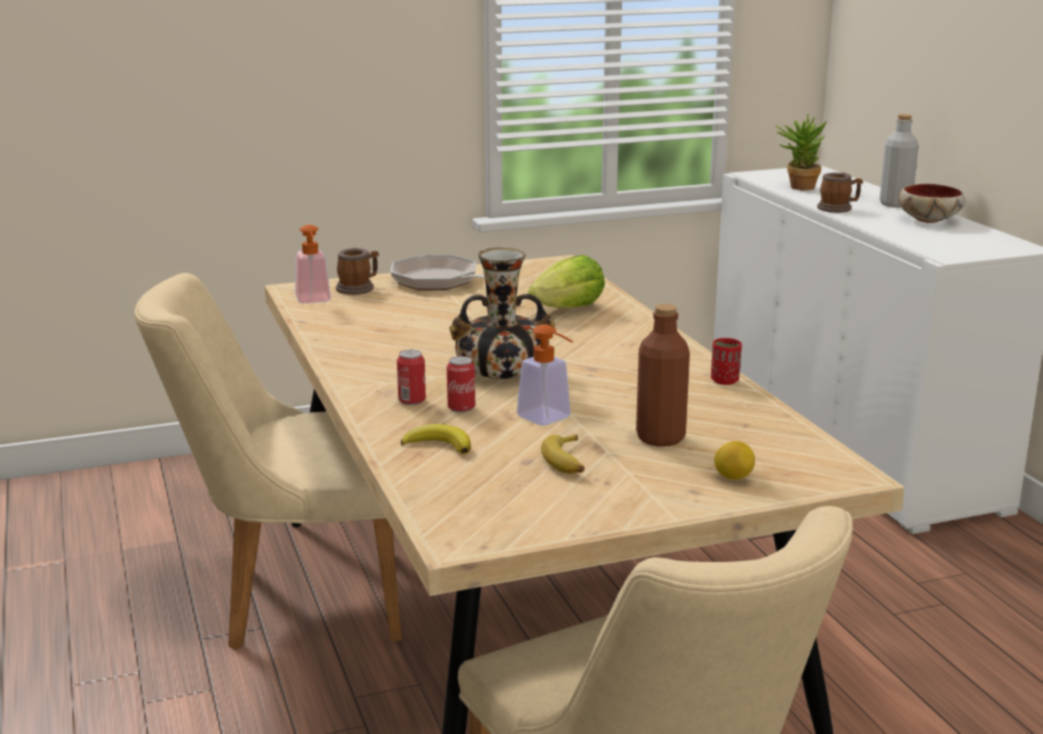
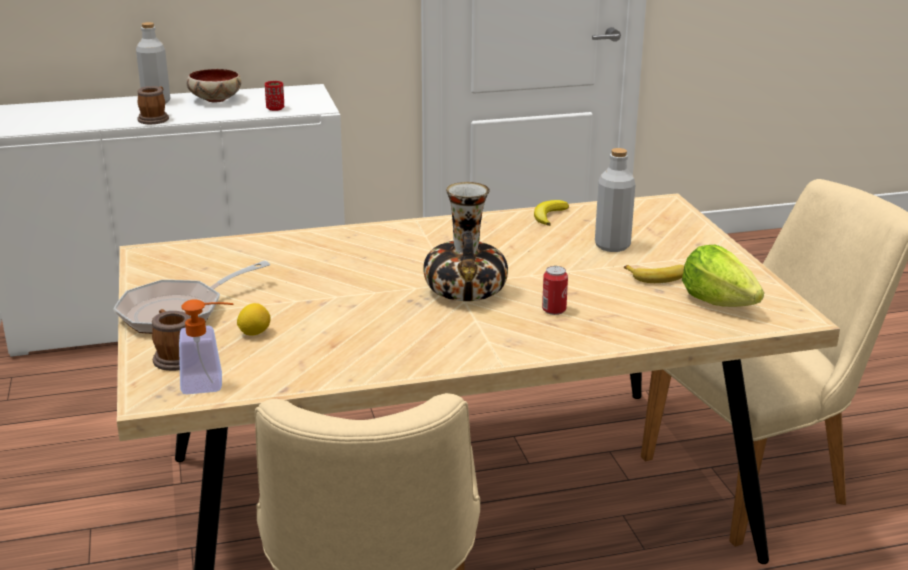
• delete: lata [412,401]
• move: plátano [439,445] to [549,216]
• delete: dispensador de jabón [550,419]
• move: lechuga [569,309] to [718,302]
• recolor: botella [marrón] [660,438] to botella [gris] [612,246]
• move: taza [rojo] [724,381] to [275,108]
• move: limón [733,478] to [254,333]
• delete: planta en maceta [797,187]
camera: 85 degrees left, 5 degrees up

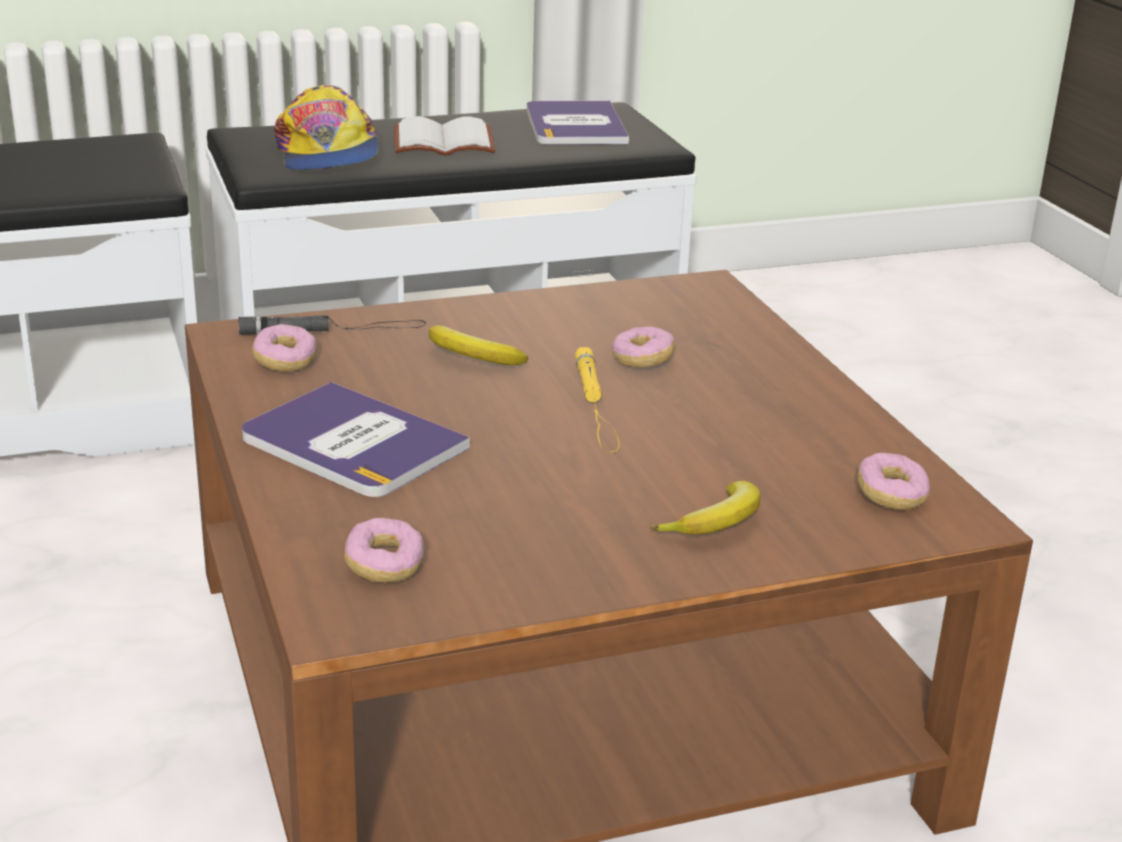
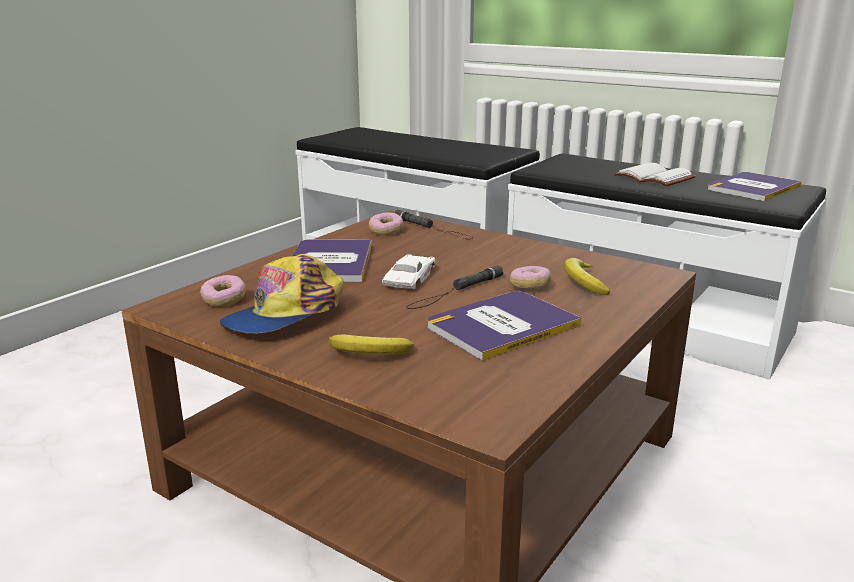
• move: gorra [327,153] to [286,315]
• move: plátano [471,357] to [583,282]
• recolor: linterna [amarillo] [596,405] to linterna [negro] [455,292]
• delete: rosquilla [891,496]
• insert: coche de juguete [blanco] [409,278]
• insert: libro [502,325]
camera: 55 degrees right, 5 degrees down

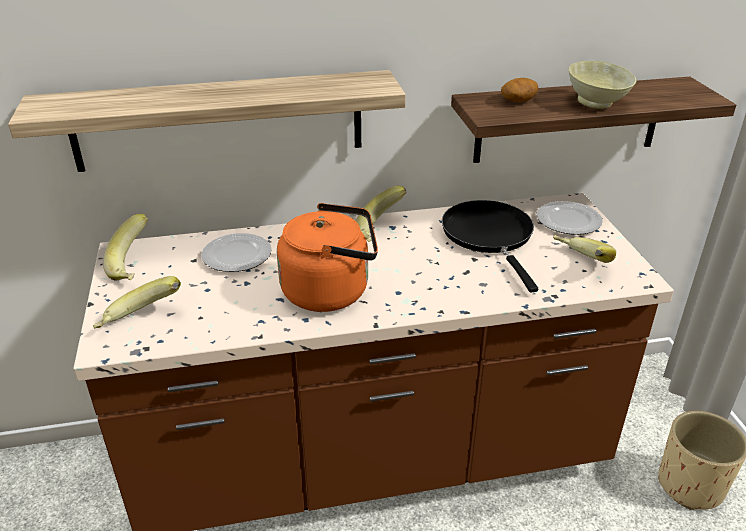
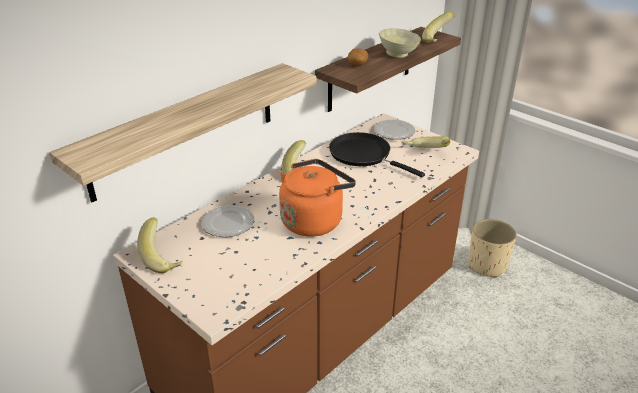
• move: plátano [141,322] to [438,40]
camera: 35 degrees left, 0 degrees up

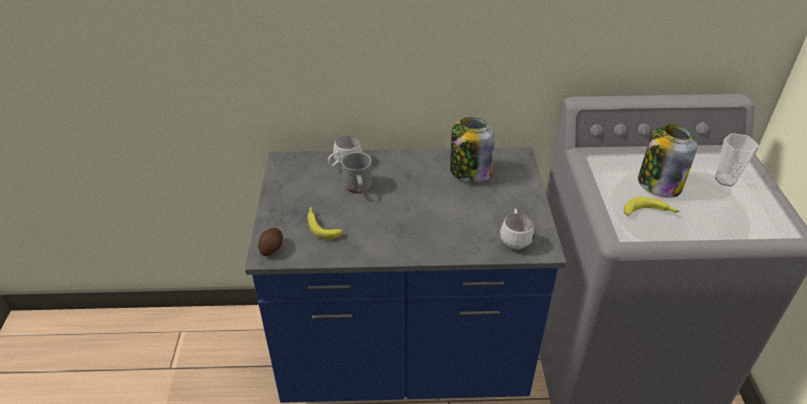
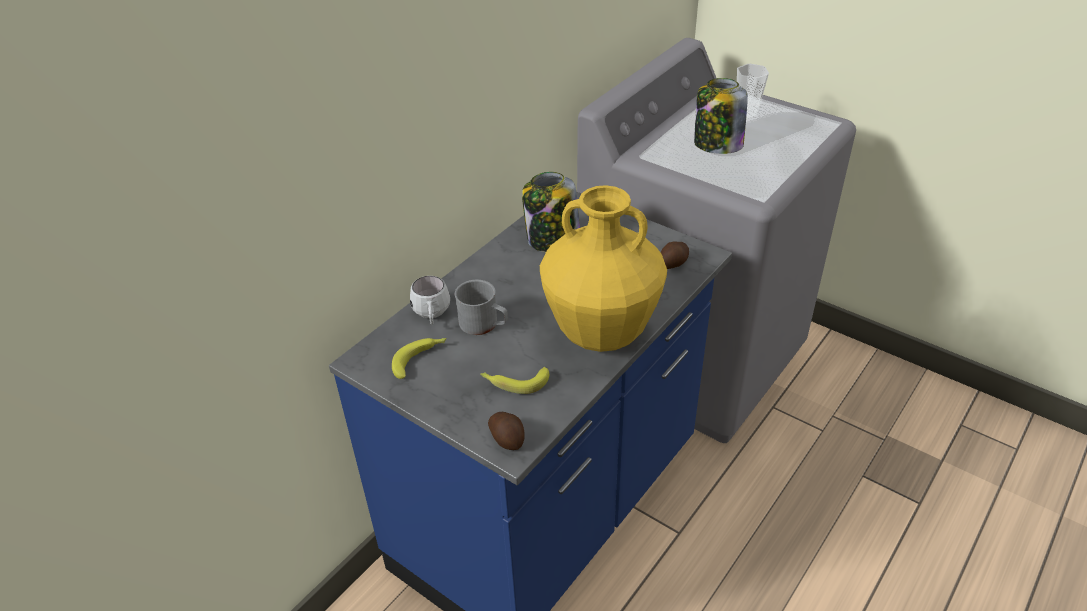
• replace: taza grande [blanco] [514,238] to patata [674,263]
• move: plátano [650,213] to [420,359]
• insert: florero [amarillo] [600,334]
camera: 50 degrees left, 0 degrees up

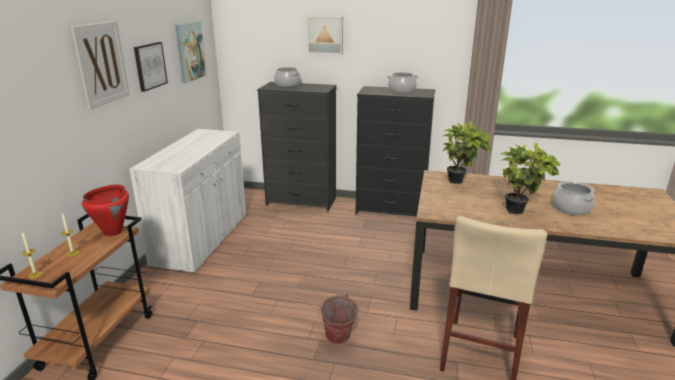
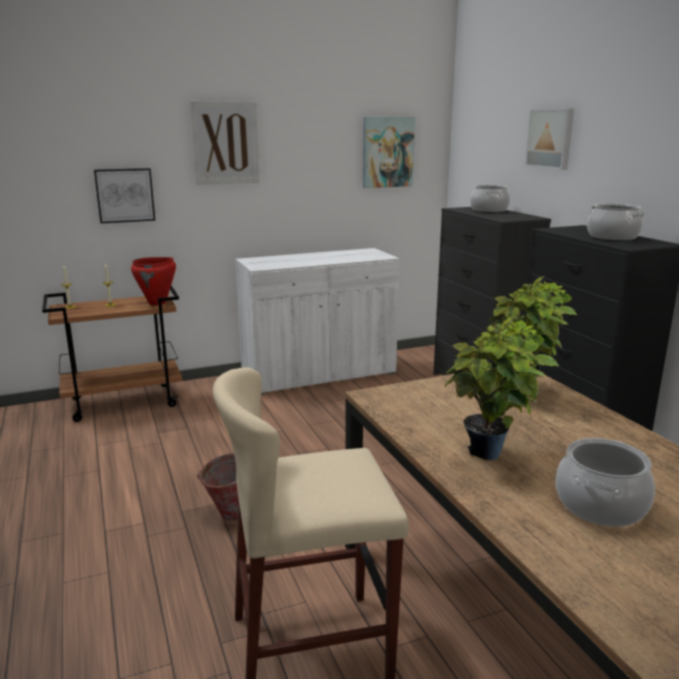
• move: cuadro [150,66] to [125,195]
camera: 55 degrees right, 5 degrees down

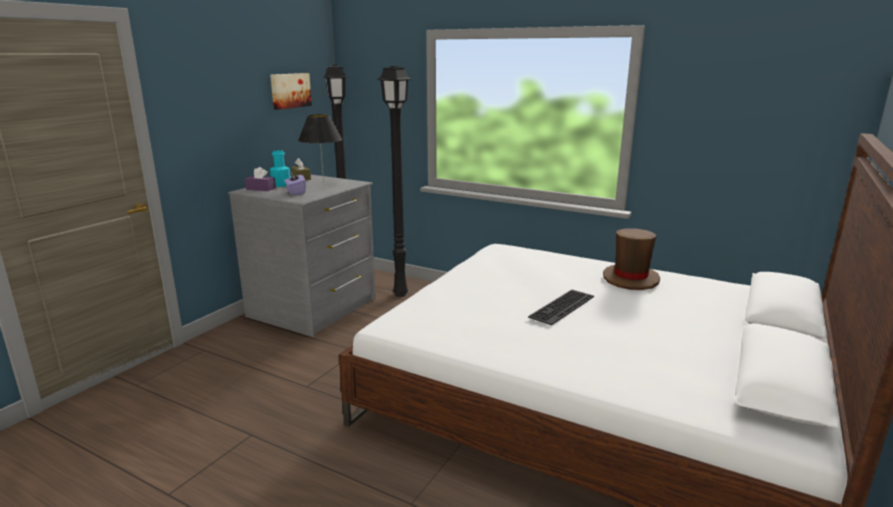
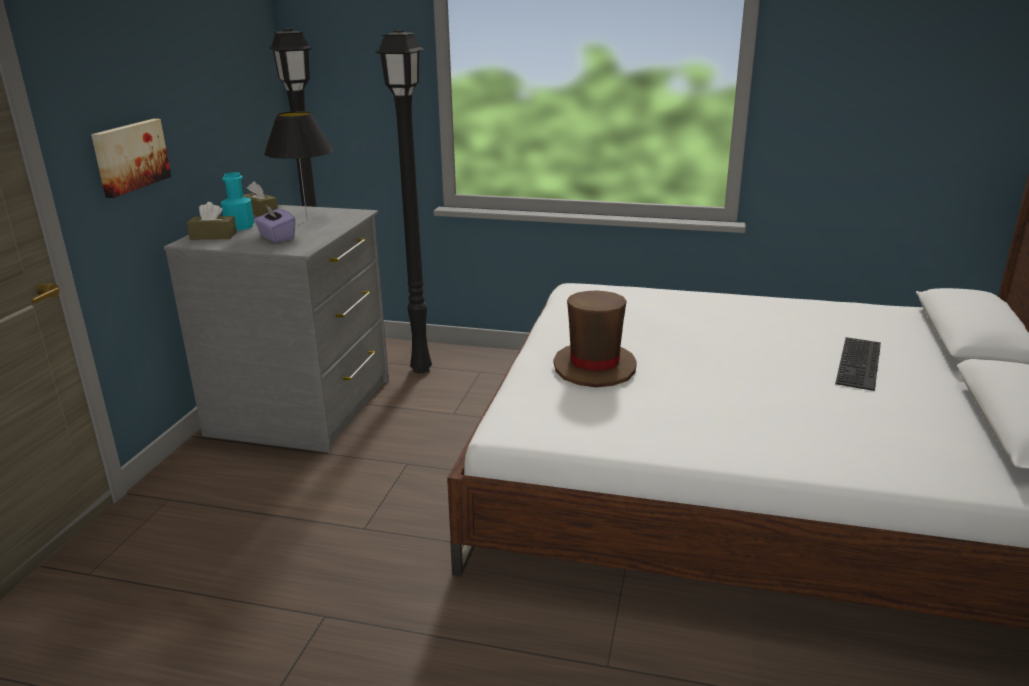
• recolor: caja de pañuelos [morado] [261,188] to caja de pañuelos [marrón] [213,236]
• move: cuadro [290,90] to [130,156]
• move: teclado [563,307] to [861,363]
• move: sombrero [marrón] [631,279] to [595,367]
camera: 15 degrees left, 5 degrees up

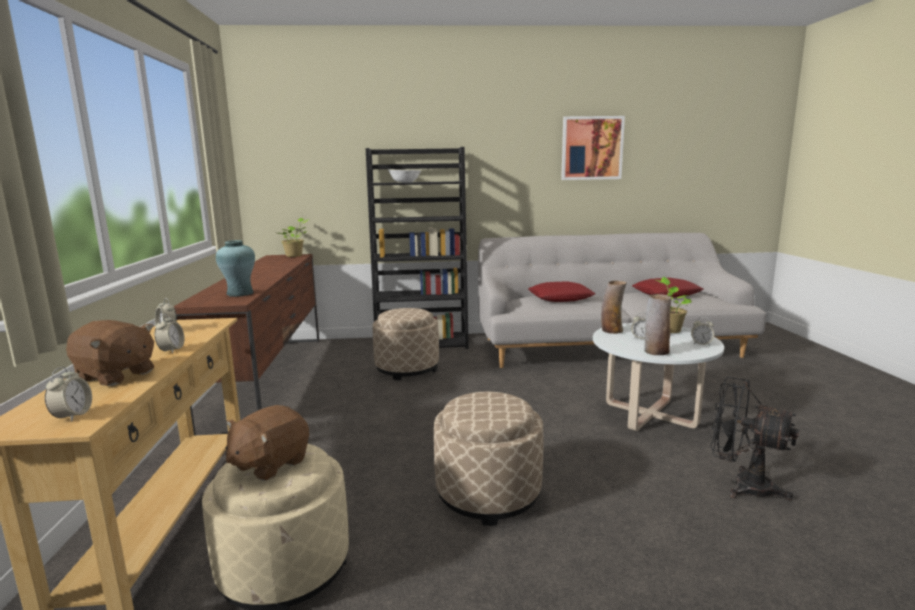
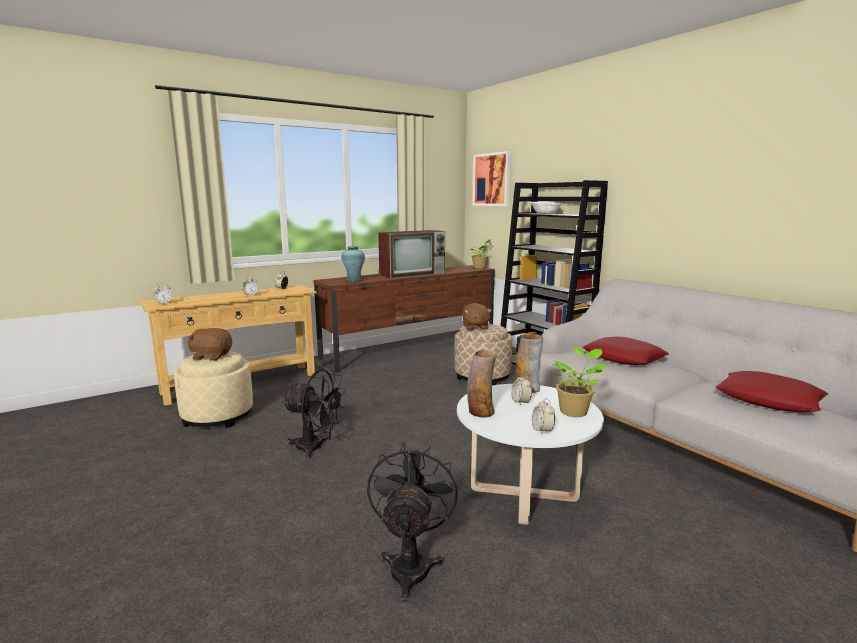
• move: peluche [marrón] [116,376] to [475,327]
• replace: puf [beis] [488,494] to ventilador [negro] [316,447]
• move: cuadro [591,148] to [492,179]
• insert: televisor [413,274]
camera: 60 degrees right, 0 degrees up

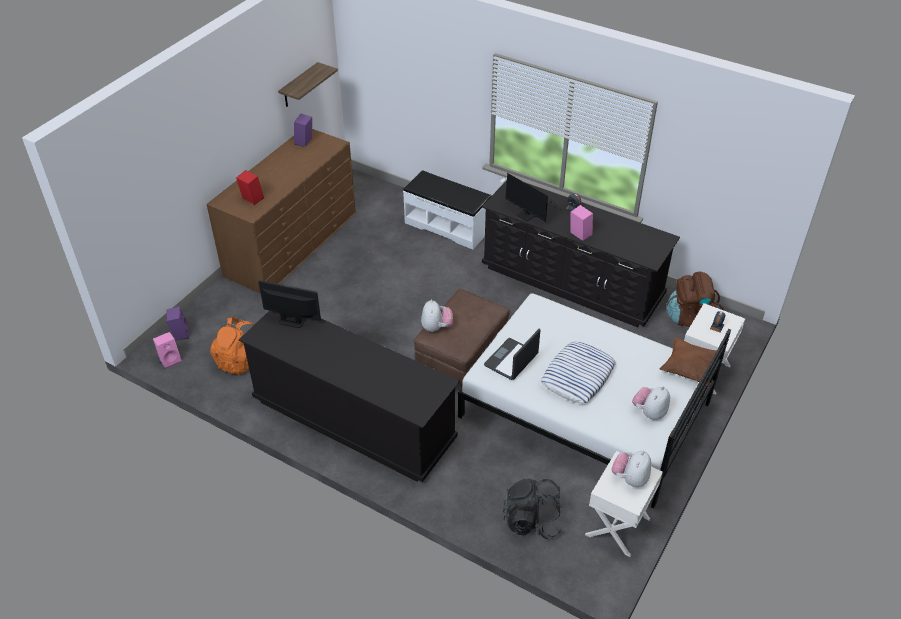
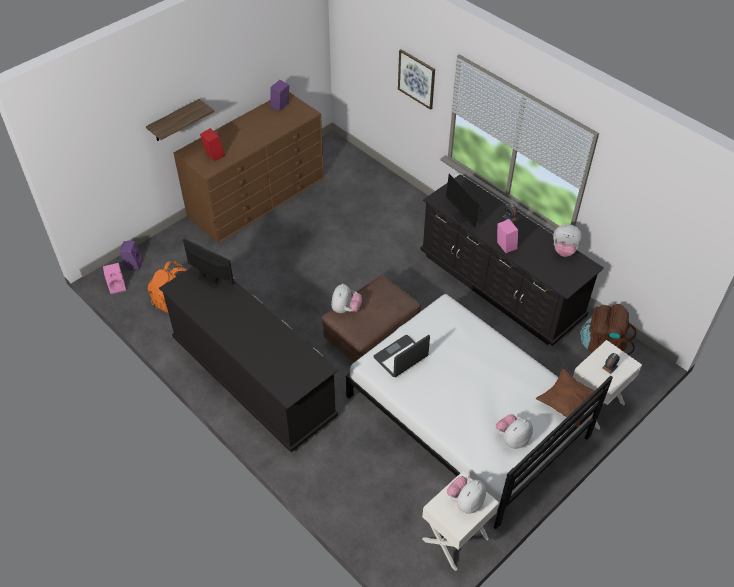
• move: estante [299,86] to [174,121]
• delete: banco [blanco] [447,226]
• delete: mochila [negro] [532,521]
• delete: cojín [577,376]
• insert: cuadro [416,79]
• insert: peluche [564,250]
camera: 15 degrees right, 5 degrees up

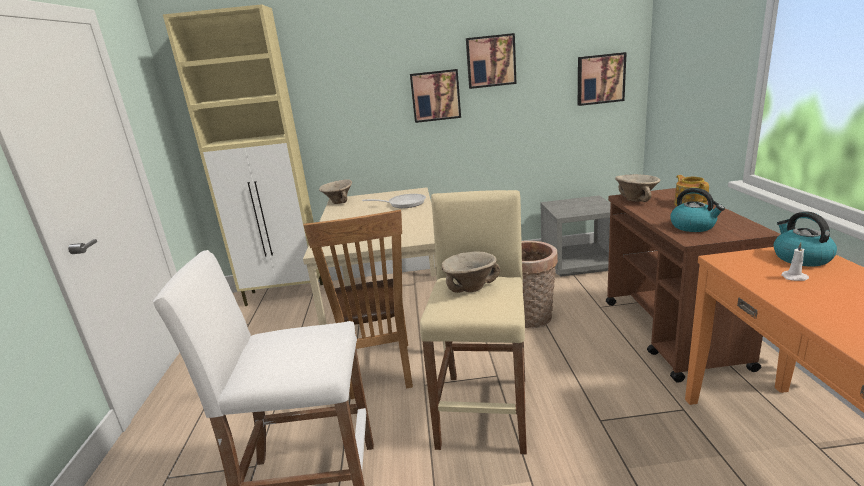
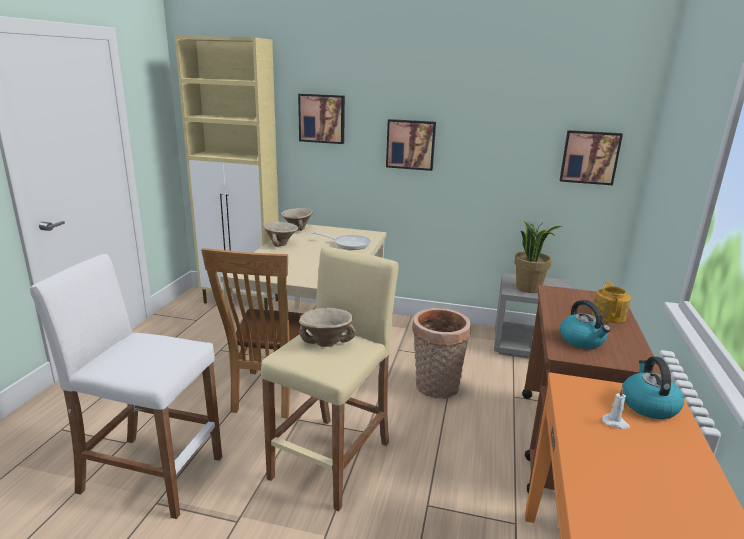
• move: cuadro [490,61] to [322,118]
• move: cuenco [beis] [636,199] to [281,244]
• insert: planta en maceta [529,288]
camera: 15 degrees right, 0 degrees up

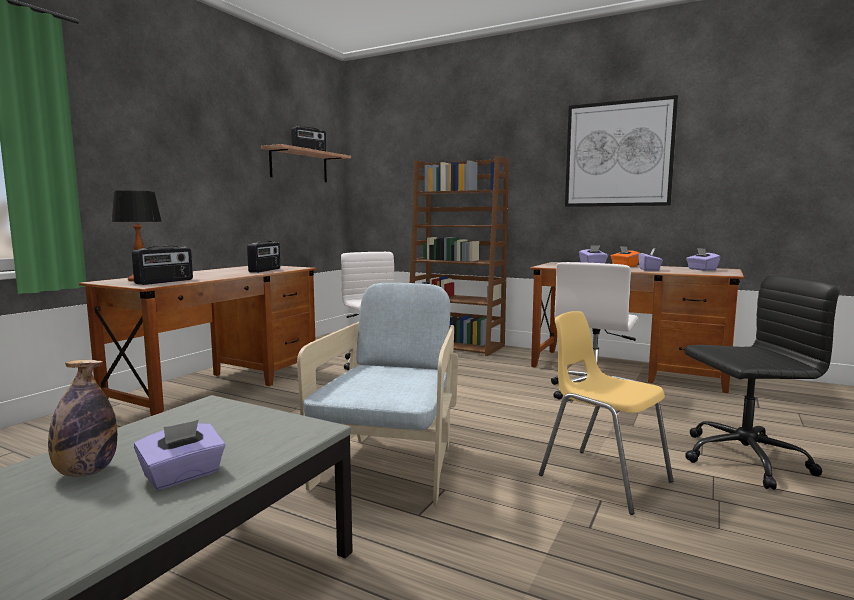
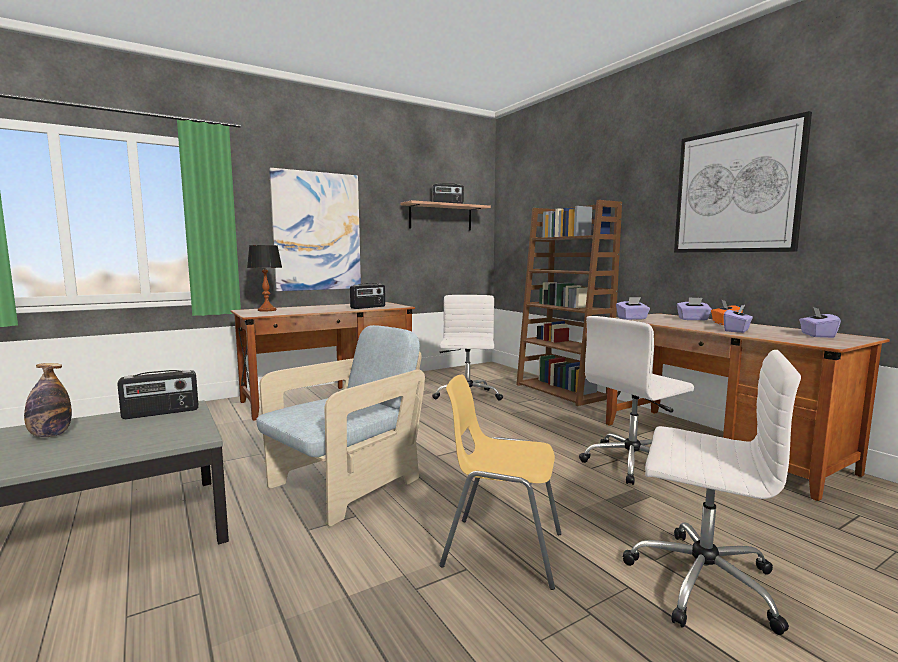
• move: radio [165,282] to [161,413]
• move: caja de pañuelos [morado] [183,475] to [632,318]
• rotate: silla [amarillo] [603,478] = [501,550] 60 degrees counterclockwise
• recolor: silla de oficina [negro] [741,459] to silla de oficina [blanco] [699,580]
• insert: cuadro [317,231]
camera: 30 degrees right, 0 degrees up

